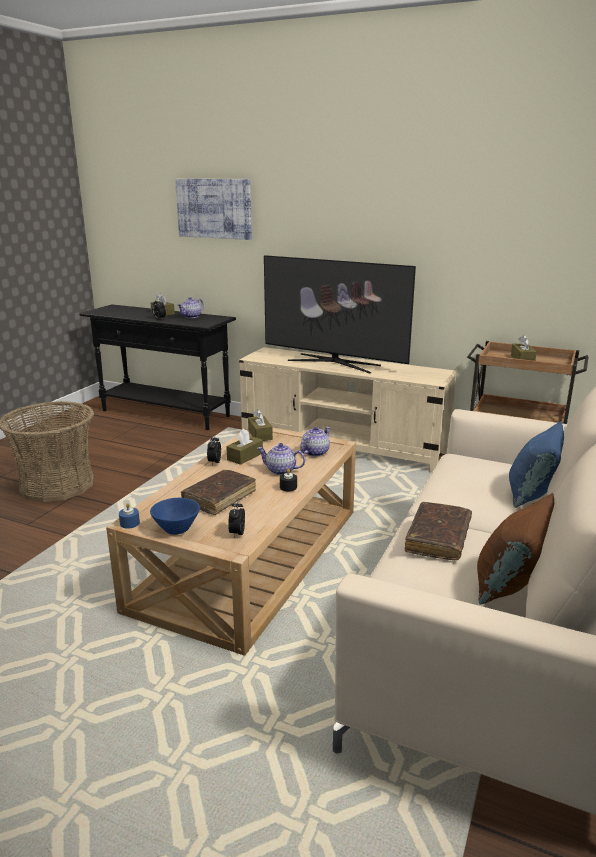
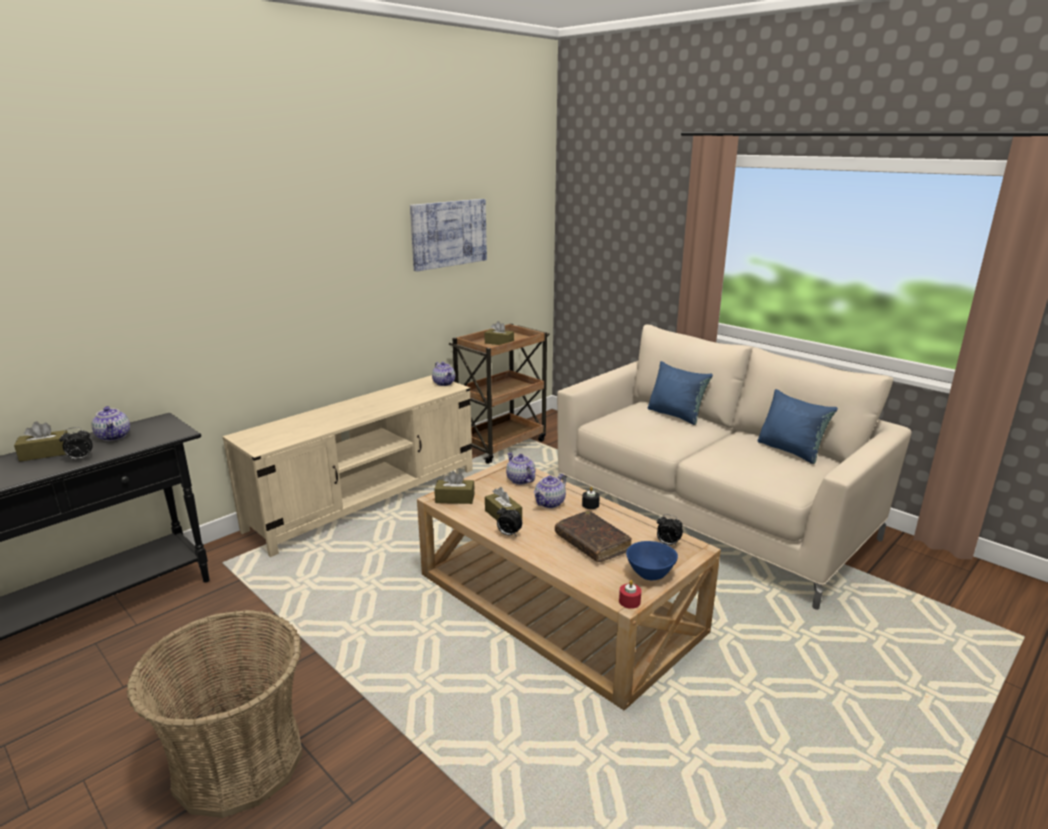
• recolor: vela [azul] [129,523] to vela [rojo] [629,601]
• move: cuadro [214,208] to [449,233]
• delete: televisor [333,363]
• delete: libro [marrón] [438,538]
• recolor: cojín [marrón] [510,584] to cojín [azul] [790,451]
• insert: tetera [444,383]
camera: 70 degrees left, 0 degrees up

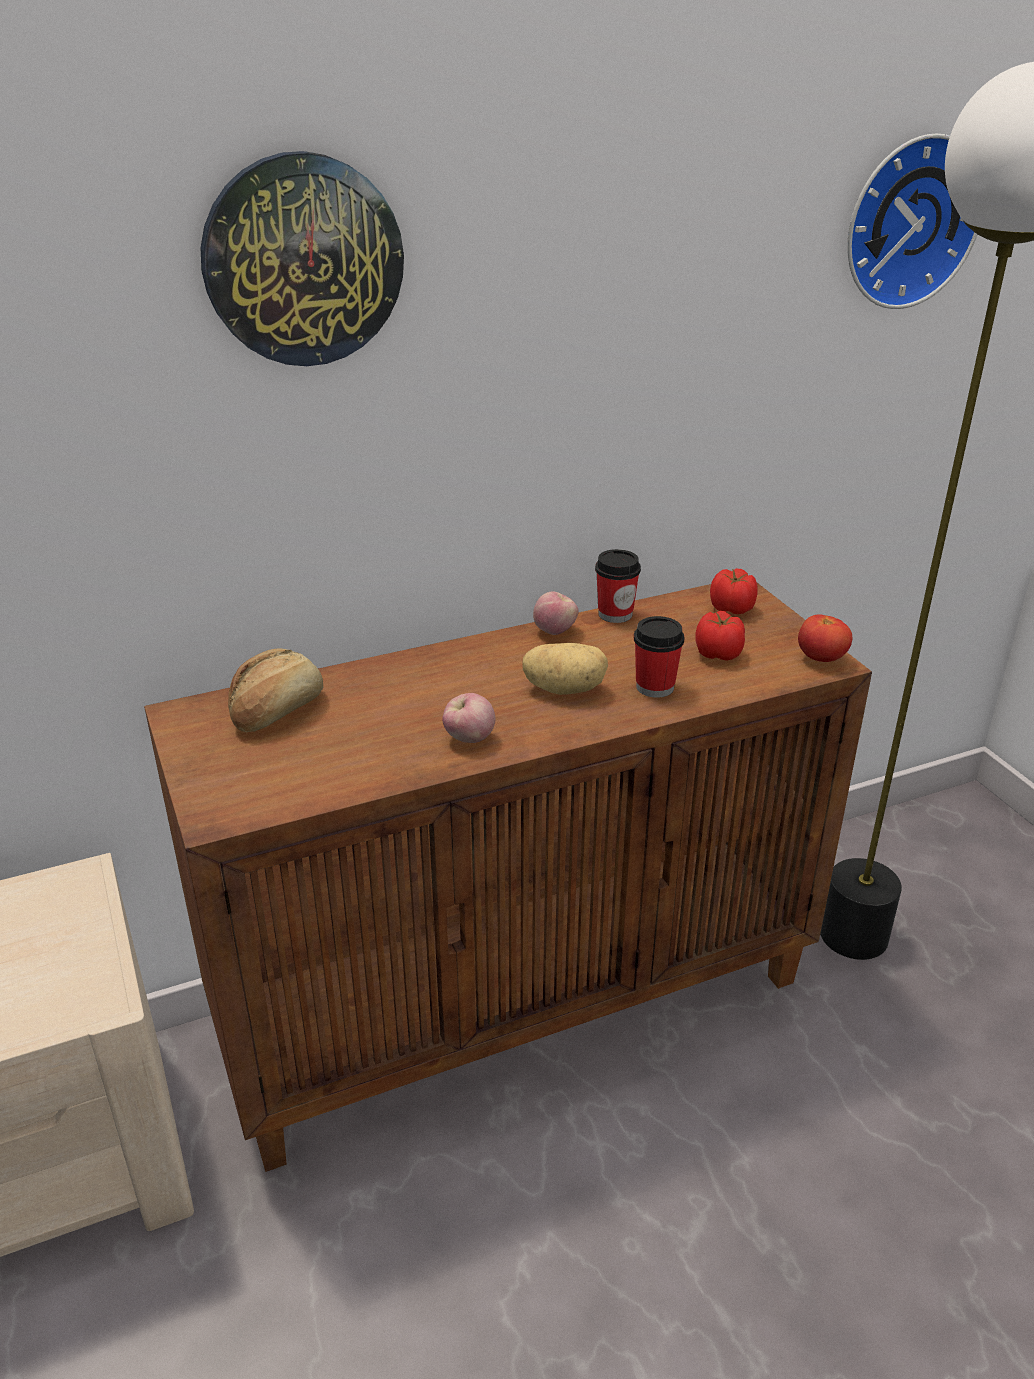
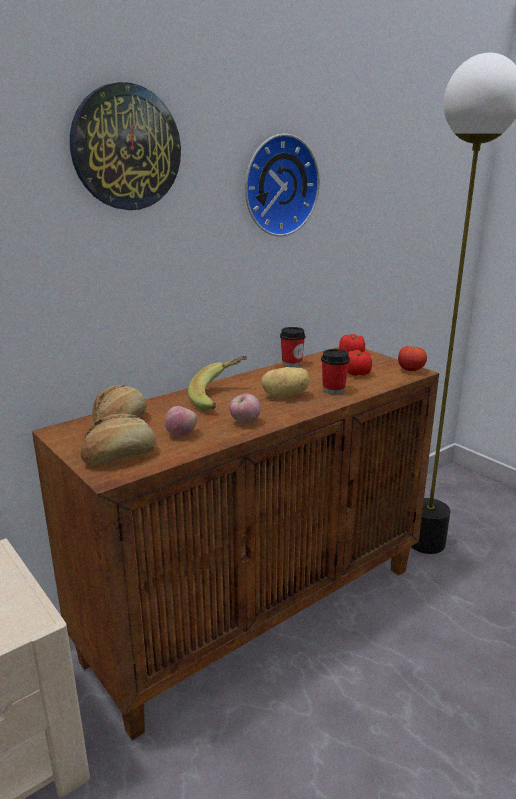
• move: manzana [555,631] to [181,434]
• move: reloj de pared [907,221] to [278,185]
• insert: pan [119,456]
• insert: plátano [221,399]
camera: 15 degrees left, 10 degrees down

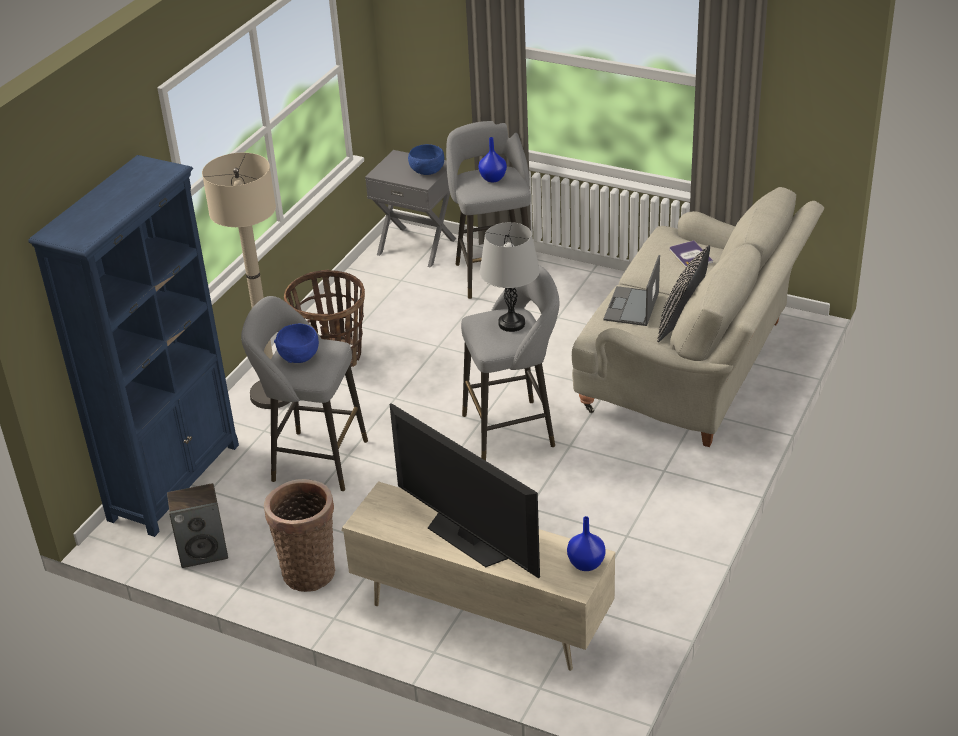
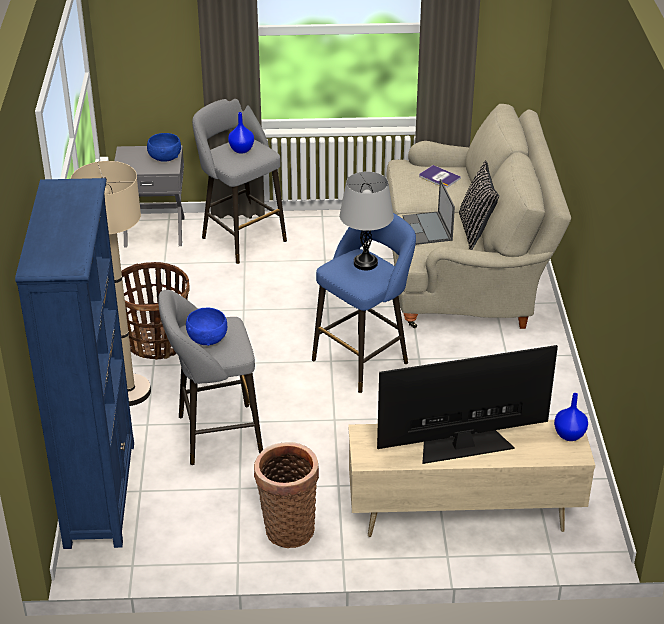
• delete: altavoz [203,552]
• rotate: televisor [469,538] = [463,445] 150 degrees clockwise
• recolor: taburete [gris] [514,429] to taburete [azul] [364,359]
camera: 30 degrees left, 0 degrees up

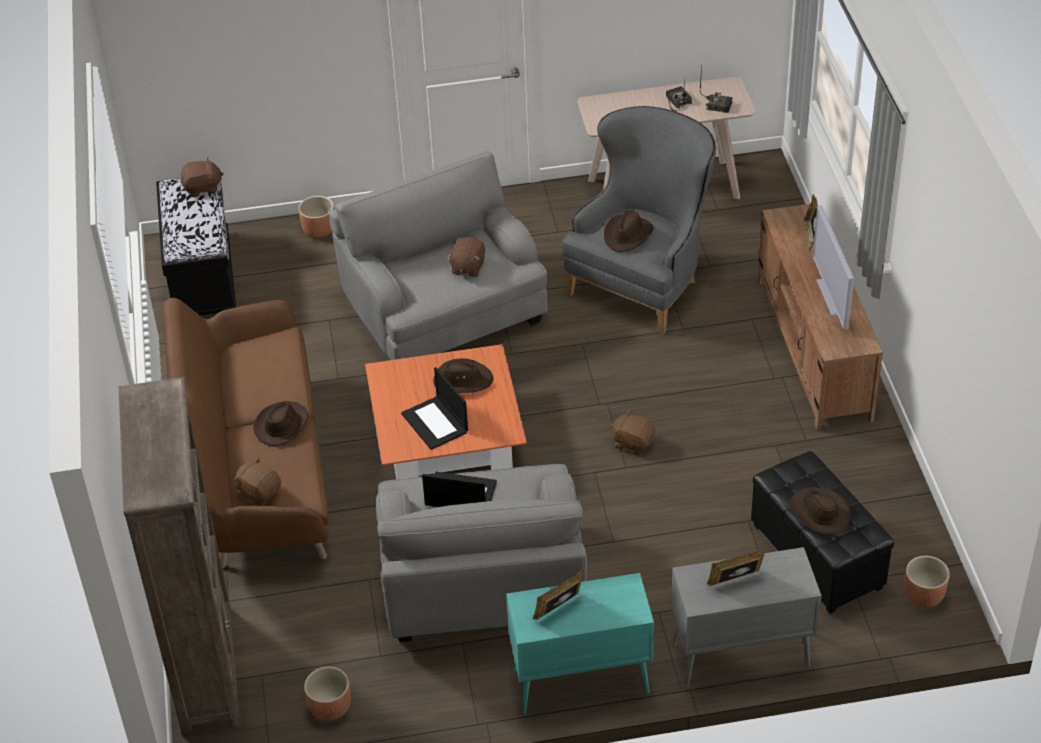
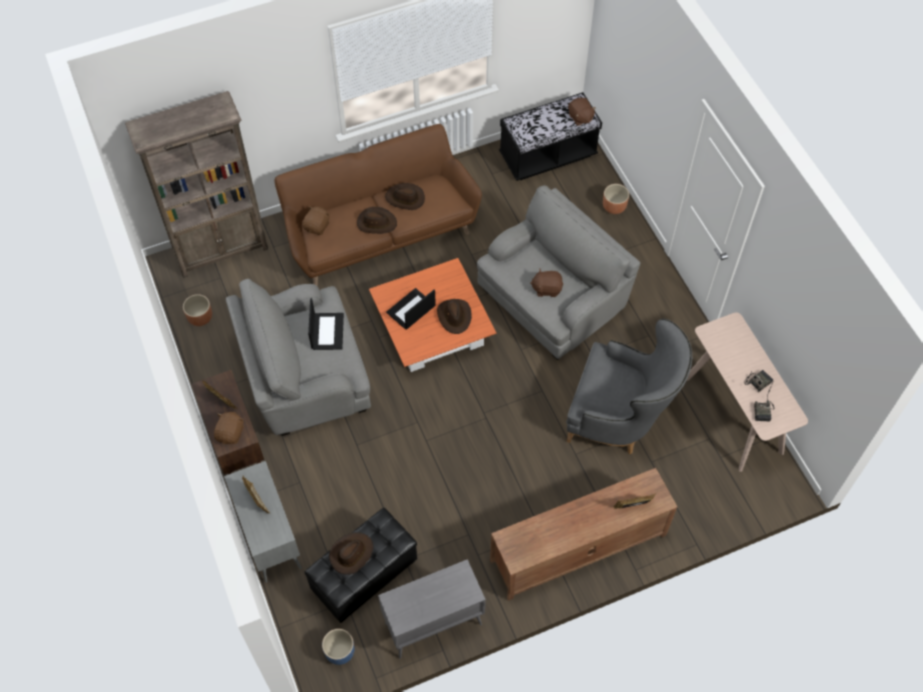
• recolor: armario [turquesa] [579,681] to armario [marrón] [236,446]
• move: sombrero [marrón] [628,235] to [405,198]
• move: peluche [marrón] [632,442] to [231,433]
• delete: televisor [833,296]
• recolor: maceta [marrón] [923,596] to maceta [azul] [339,652]
• insert: armario [gris] [432,624]
camera: 75 degrees right, 15 degrees up

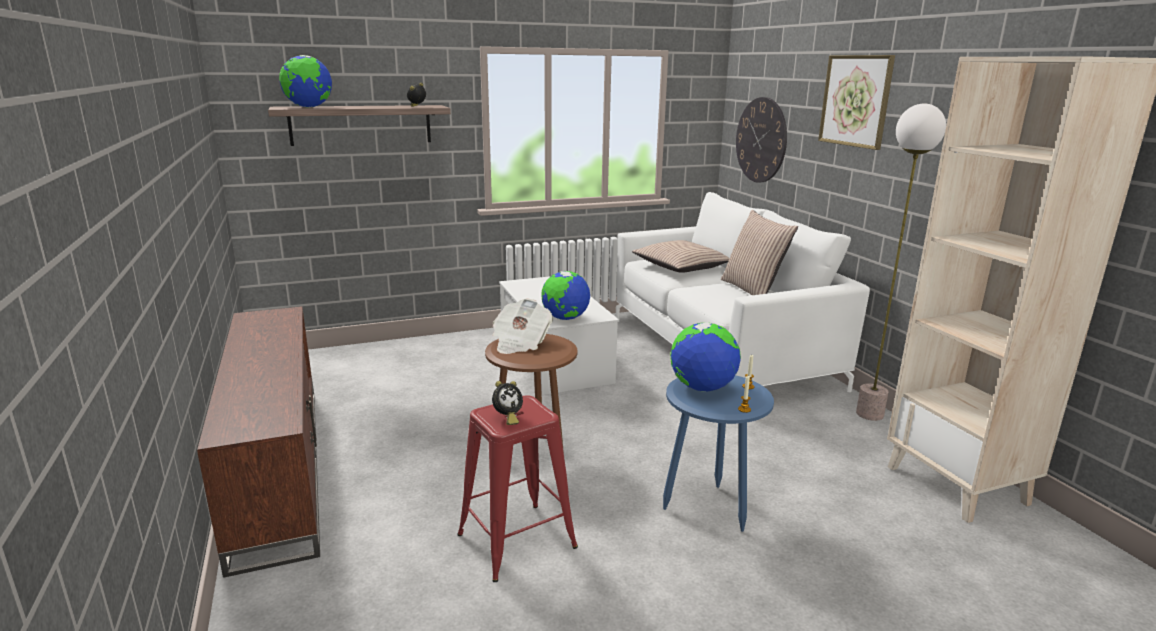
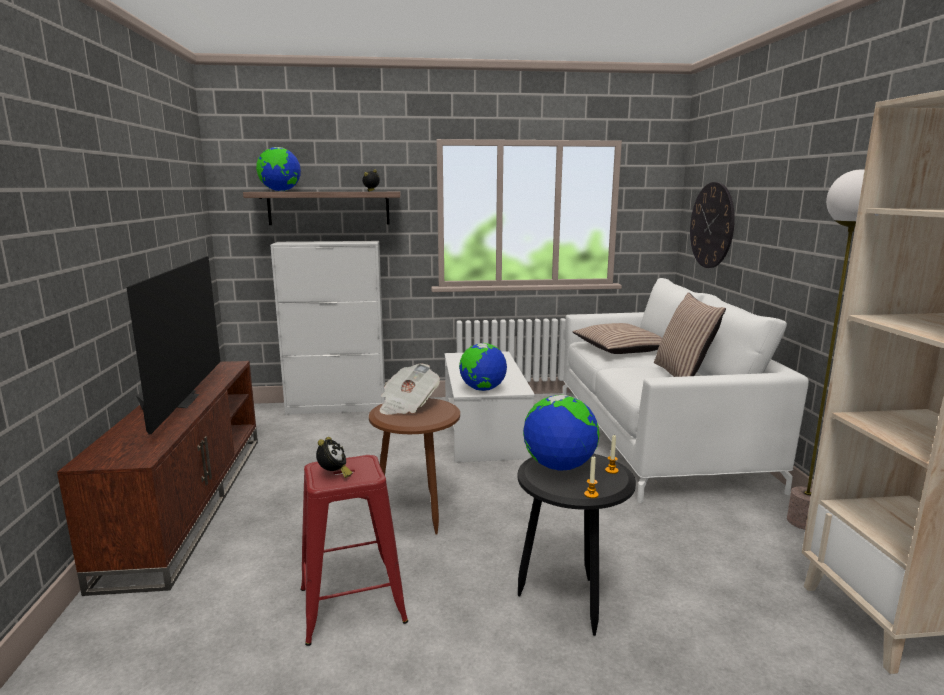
• rotate: despertador [507,418] = [334,474] 60 degrees counterclockwise
• recolor: mesa auxiliar [azul] [709,506] to mesa auxiliar [negro] [569,600]
• delete: cuadro [856,101]
• insert: televisor [179,401]
• insert: armario [blanco] [337,407]
camera: 15 degrees right, 5 degrees down

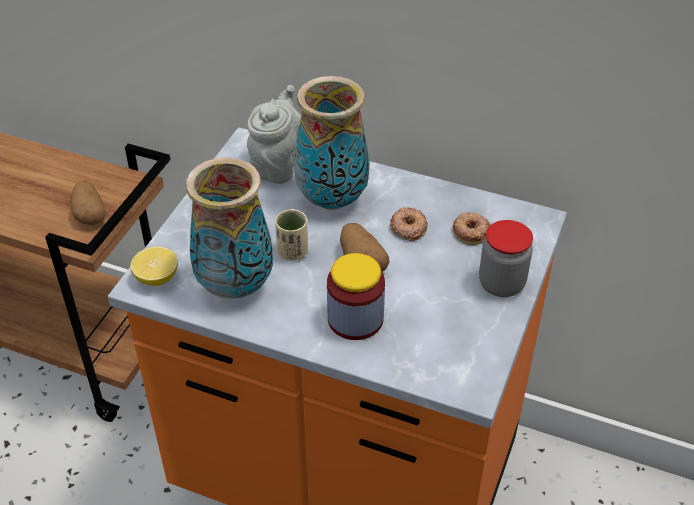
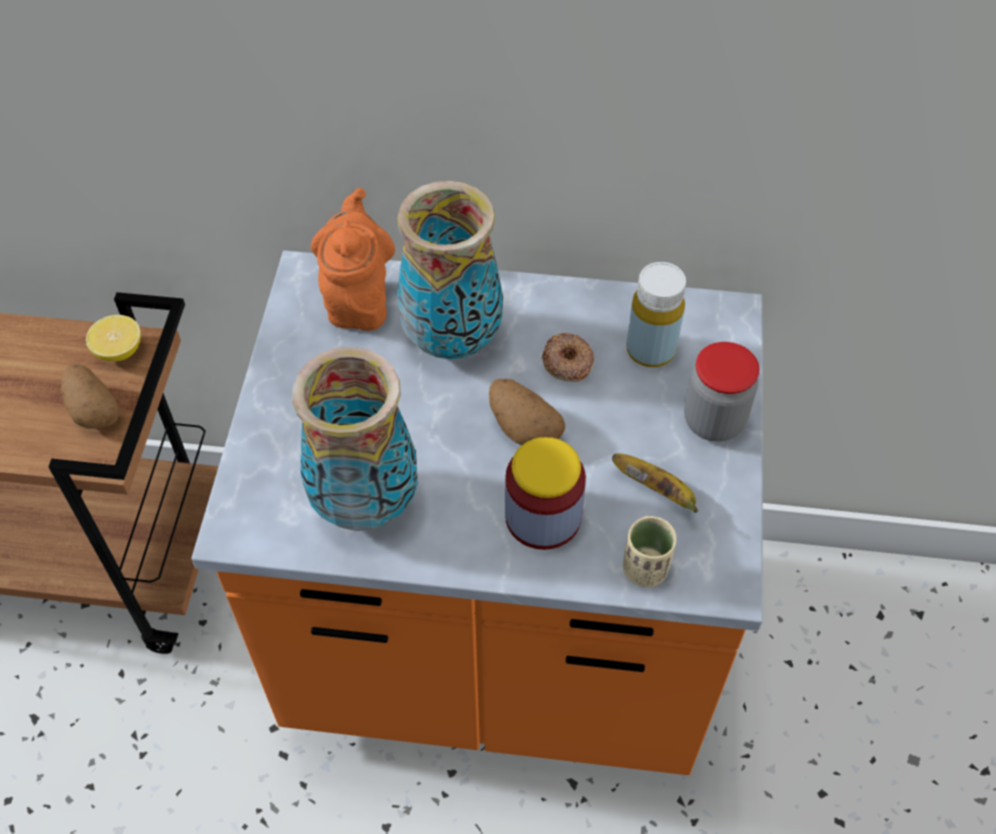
• move: limón [157,278] to [119,351]
• recolor: tetera [gris] [277,164] to tetera [naranja] [358,299]
• move: taza [beis] [292,252] to [645,569]
• replace: rosquilla [471,231] to botella [amarillo] [650,350]
• insert: plátano [657,490]
camera: 15 degrees left, 10 degrees up

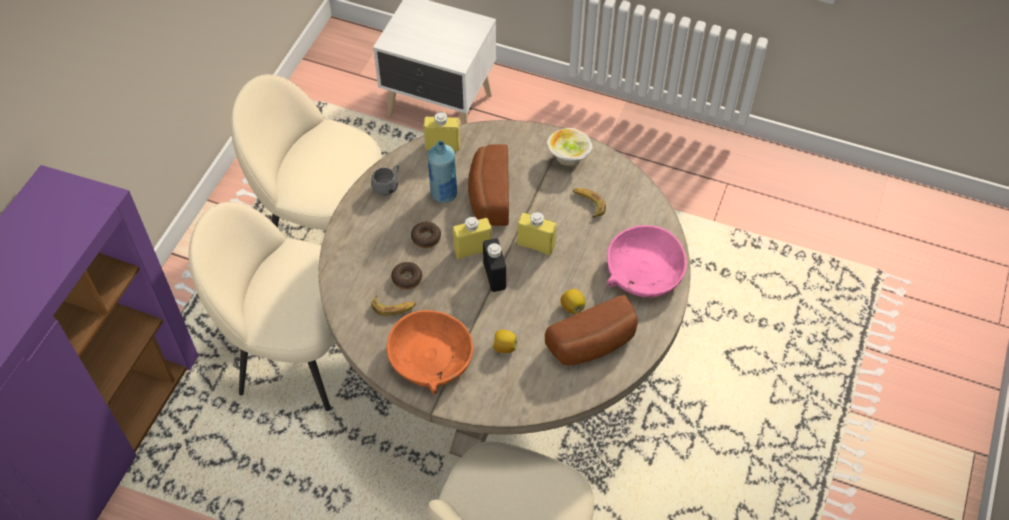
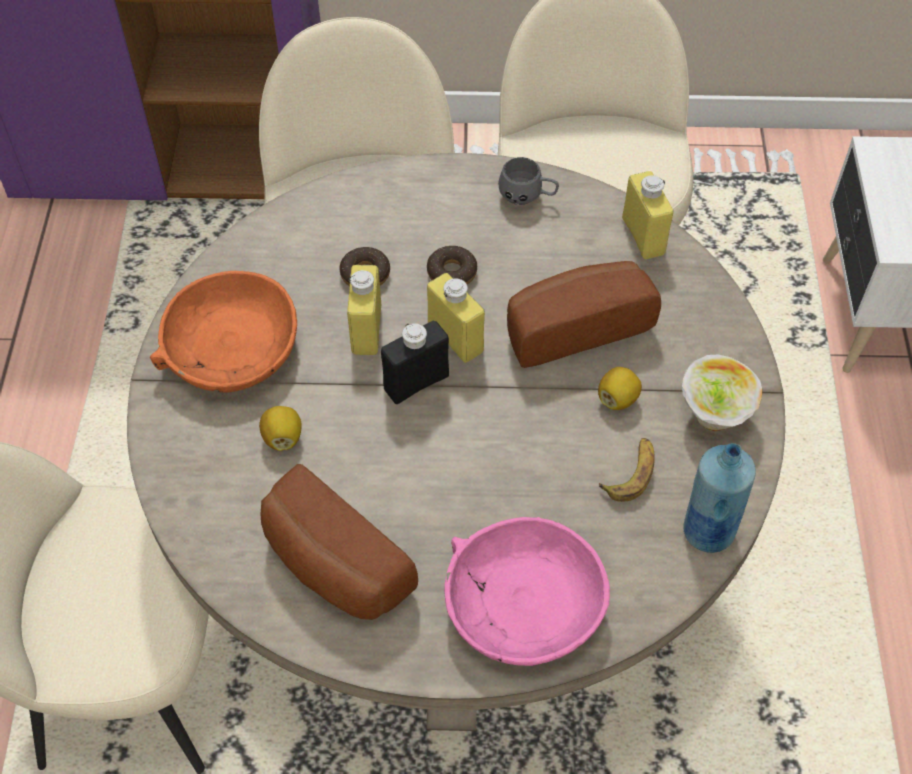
• delete: plátano [394,307]
• move: botella [azul] [443,194] to [707,531]
• move: botella [amarillo] [536,245] to [366,330]
• move: limón [572,307] to [617,399]
camera: 70 degrees right, 0 degrees up

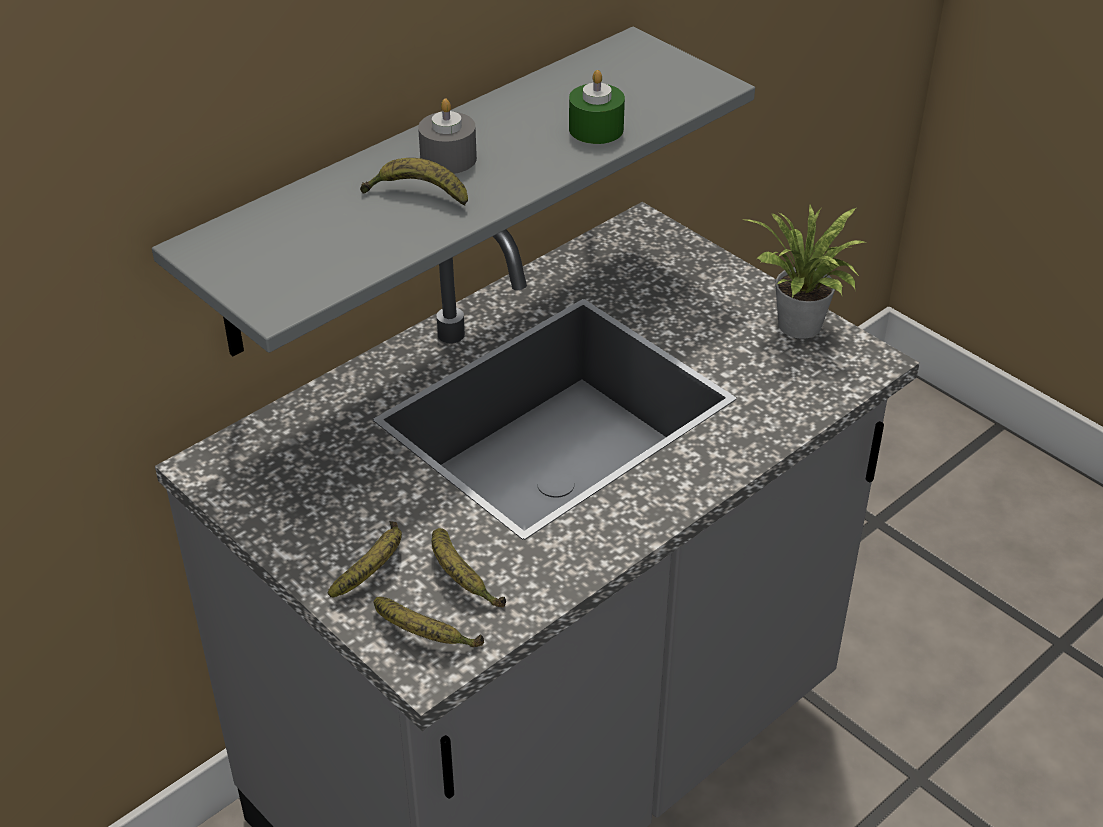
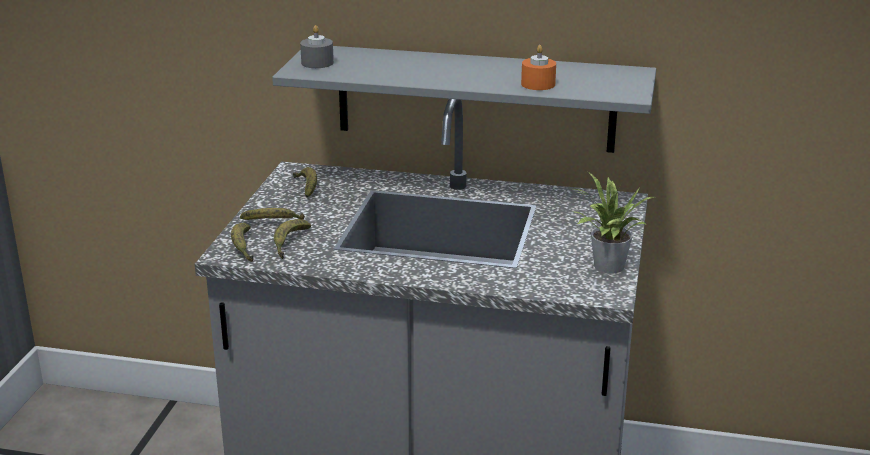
• move: plátano [417,195] to [307,188]
• move: vela [gris] [448,158] to [317,63]
• recolor: vela [verde] [596,129] to vela [naranja] [538,84]
camera: 55 degrees right, 15 degrees down

